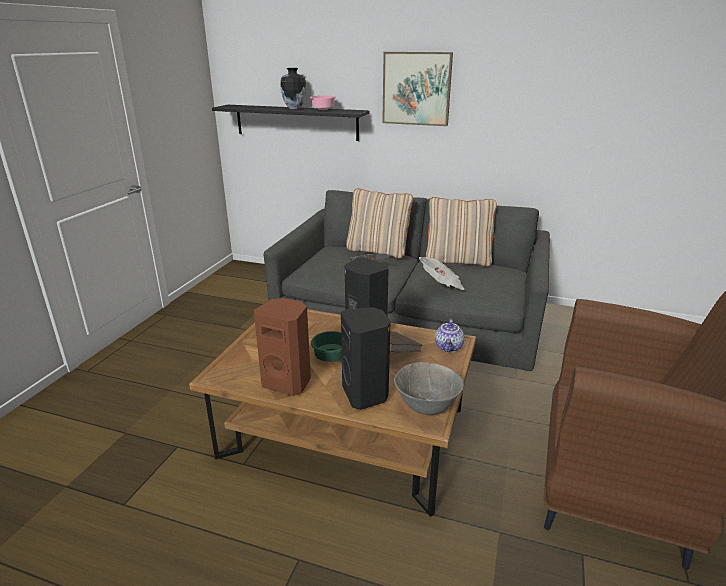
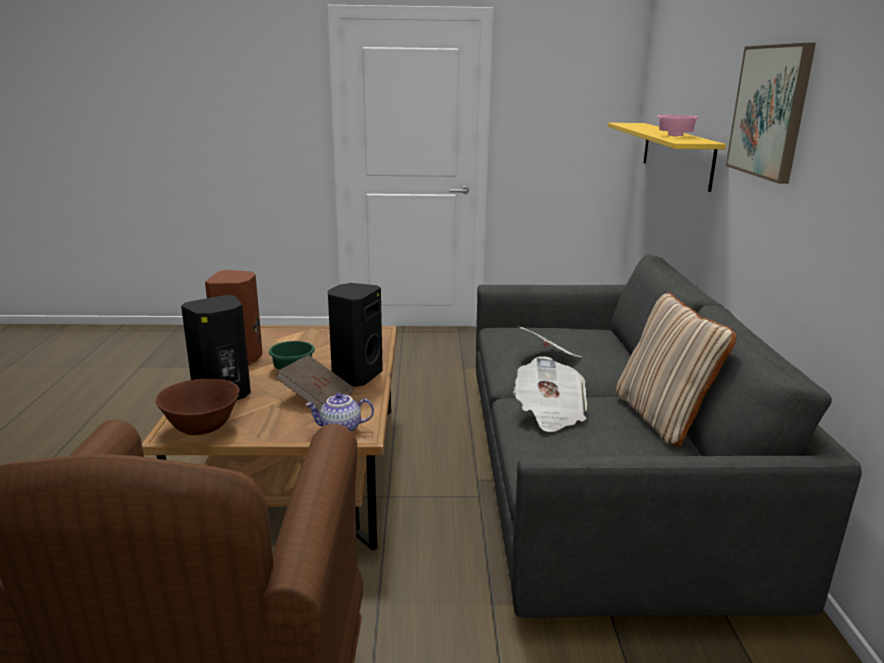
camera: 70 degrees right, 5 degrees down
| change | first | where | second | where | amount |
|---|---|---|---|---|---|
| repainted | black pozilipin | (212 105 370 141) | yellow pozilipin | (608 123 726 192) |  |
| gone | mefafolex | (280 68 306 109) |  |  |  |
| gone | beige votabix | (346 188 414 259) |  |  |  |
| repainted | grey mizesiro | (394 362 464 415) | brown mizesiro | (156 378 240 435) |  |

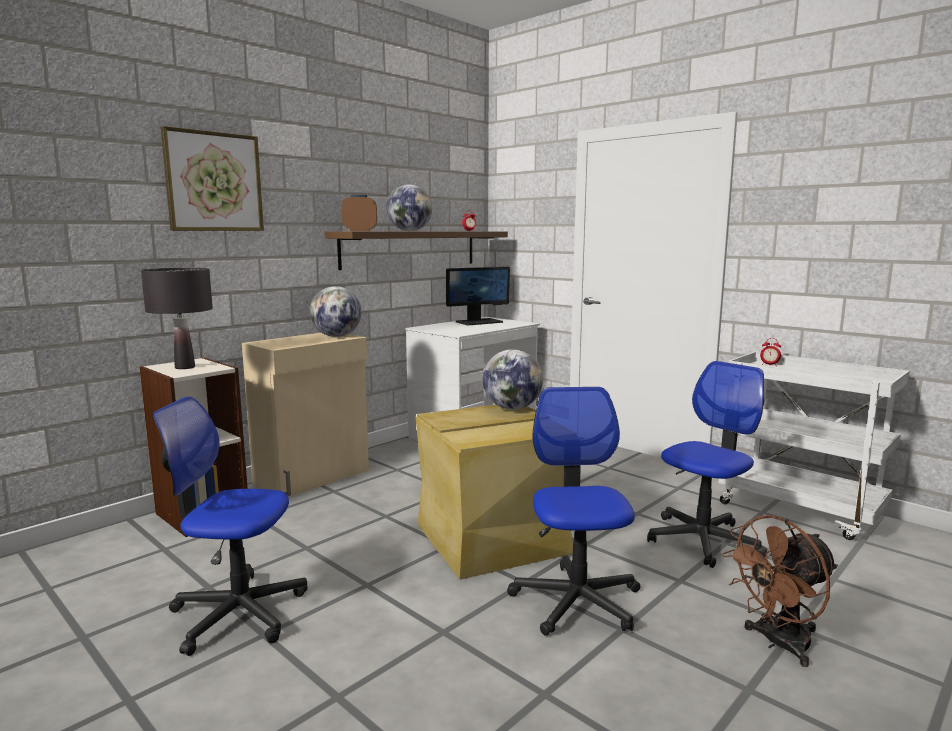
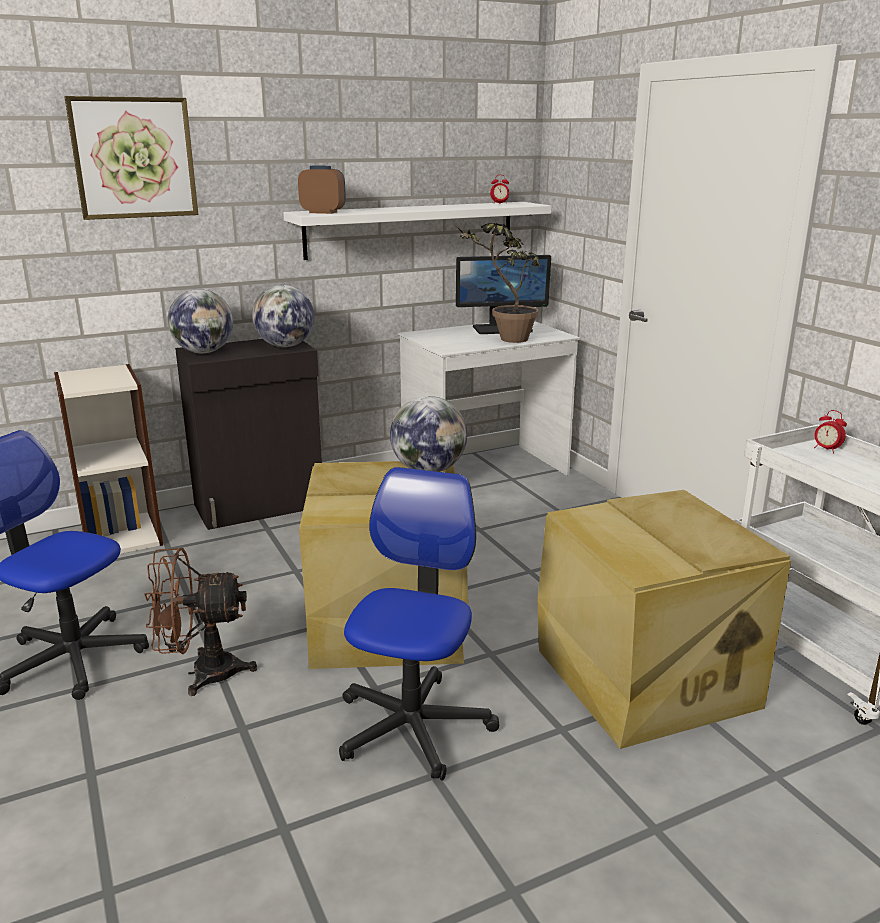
camera: 20 degrees right, 10 degrees up
| change | first | where | second | where | amount |
|---|---|---|---|---|---|
| gone | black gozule | (141 268 213 369) |  |  |  |
| repainted | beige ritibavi | (242 333 369 497) | black ritibavi | (175 339 322 530) |  |
| repainted | brown pozilipin | (325 231 508 270) | white pozilipin | (283 202 552 260) |  |
| shifted | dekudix | (387 184 432 231) |  | (168 289 233 353) |  |
| swapped | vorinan | (647 361 767 568) | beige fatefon | (537 490 791 749) |  |
| shifted | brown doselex | (722 515 838 667) |  | (145 548 257 696) |  |
| new |  |  | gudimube | (456 223 541 343) |  |

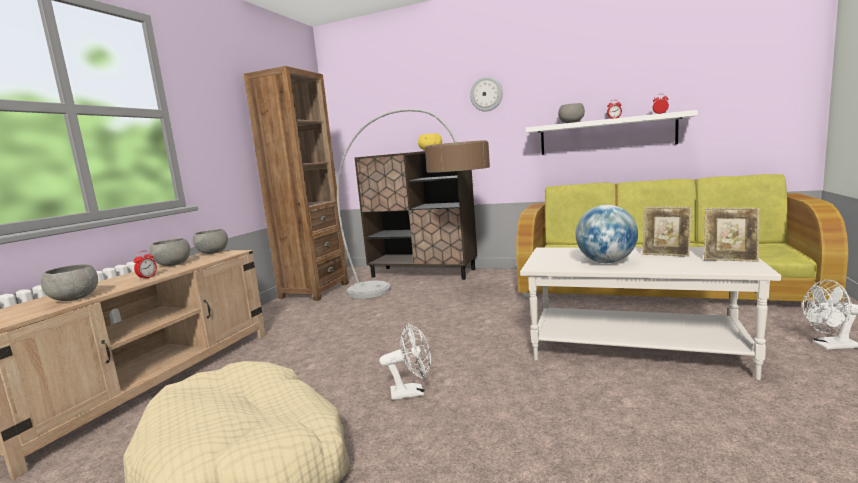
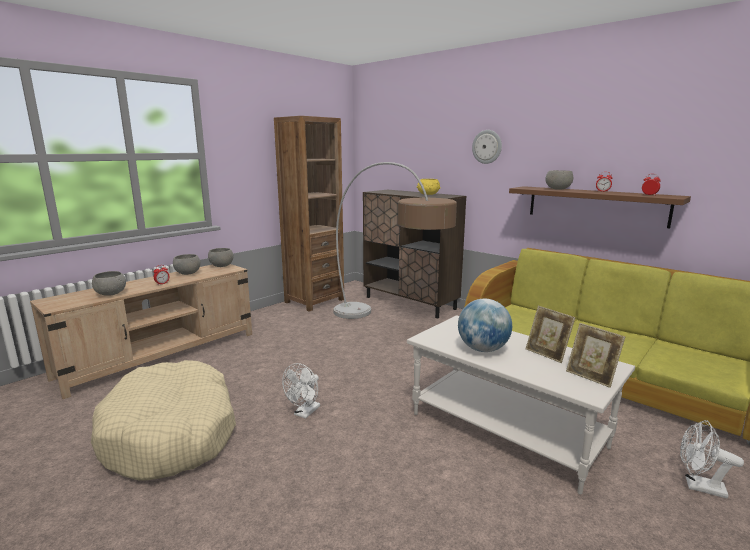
camera: 20 degrees right, 5 degrees up
| change | first | where | second | where | amount |
|---|---|---|---|---|---|
| rotated | white doselex | (379 324 431 400) |  | (282 363 320 419) | 105 degrees clockwise |
| repainted | white pozilipin | (526 110 698 155) | brown pozilipin | (509 186 691 228) |  |

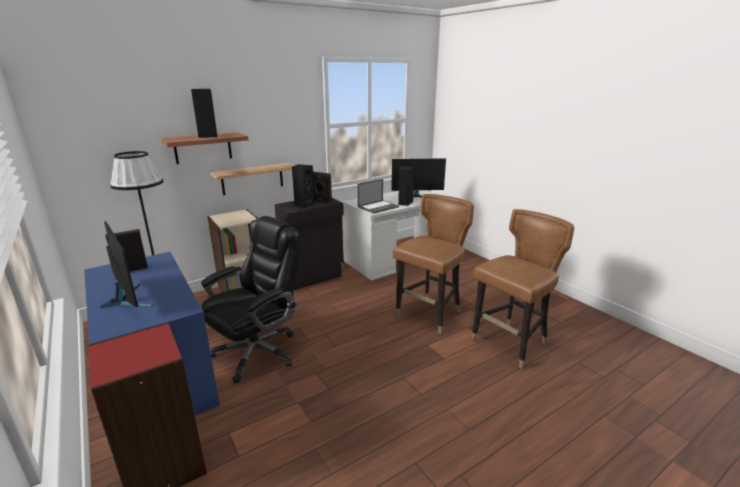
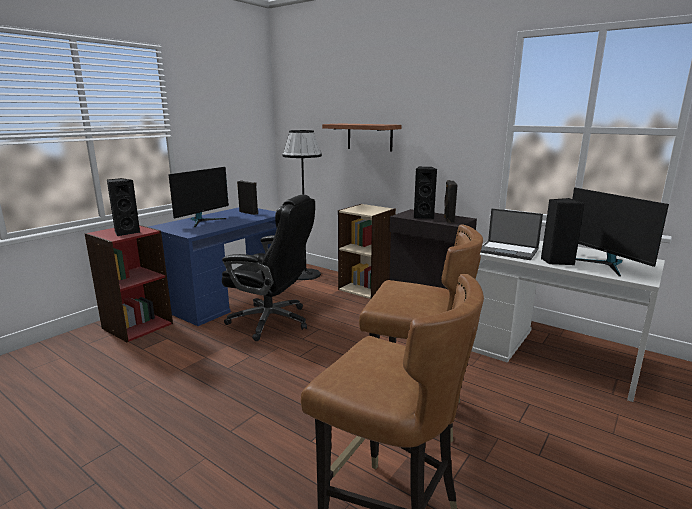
camera: 70 degrees right, 5 degrees down
| change | first | where | second | where | amount |
|---|---|---|---|---|---|
| shifted | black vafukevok | (191 89 217 138) |  | (107 178 140 236) |  |
| gone | pozilipin | (210 163 295 195) |  |  |  |

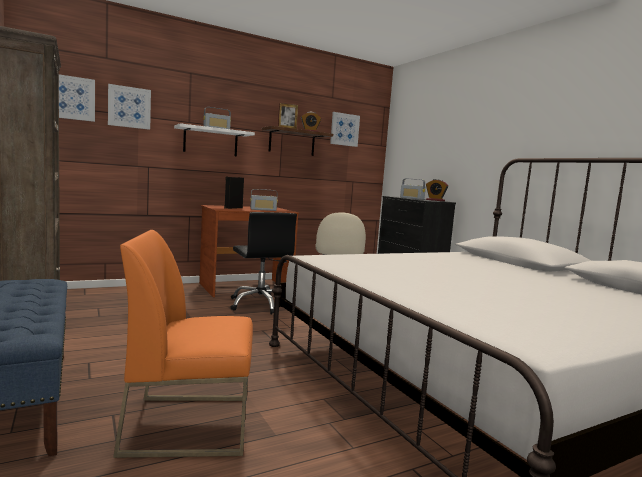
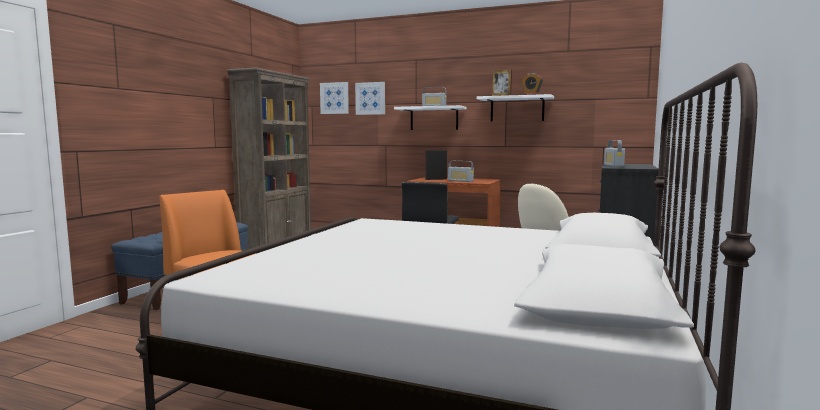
camera: 50 degrees right, 0 degrees up
| change | first | where | second | where | amount |
|---|---|---|---|---|---|
| repainted | brown pozilipin | (262 126 333 156) | white pozilipin | (477 94 554 122) |  |
| gone | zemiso | (330 112 360 147) |  |  |  |
| gone | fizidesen | (426 179 448 201) |  |  |  |

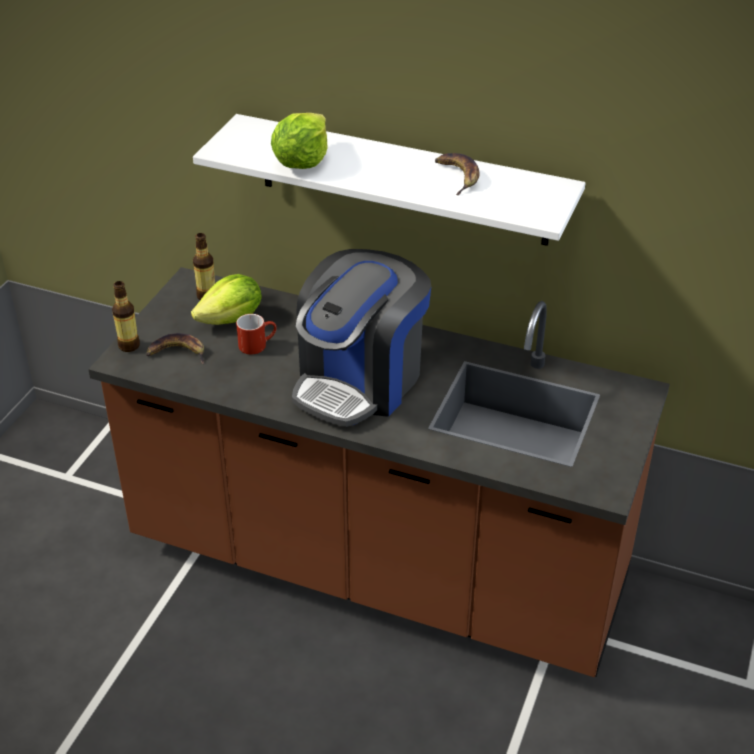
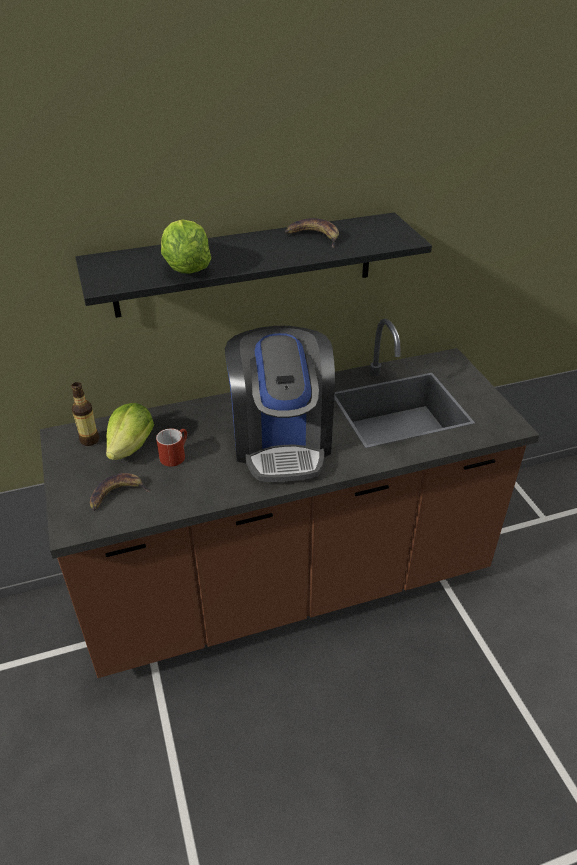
camera: 40 degrees left, 0 degrees up
| change | first | where | second | where | amount |
|---|---|---|---|---|---|
| gone | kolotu | (112 281 140 352) |  |  |  |
| repainted | white pozilipin | (193 114 586 246) | black pozilipin | (75 212 432 318) |  |

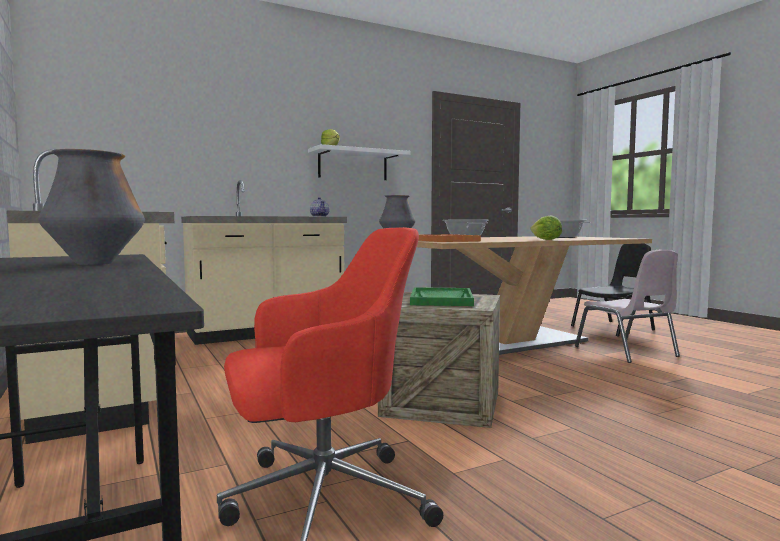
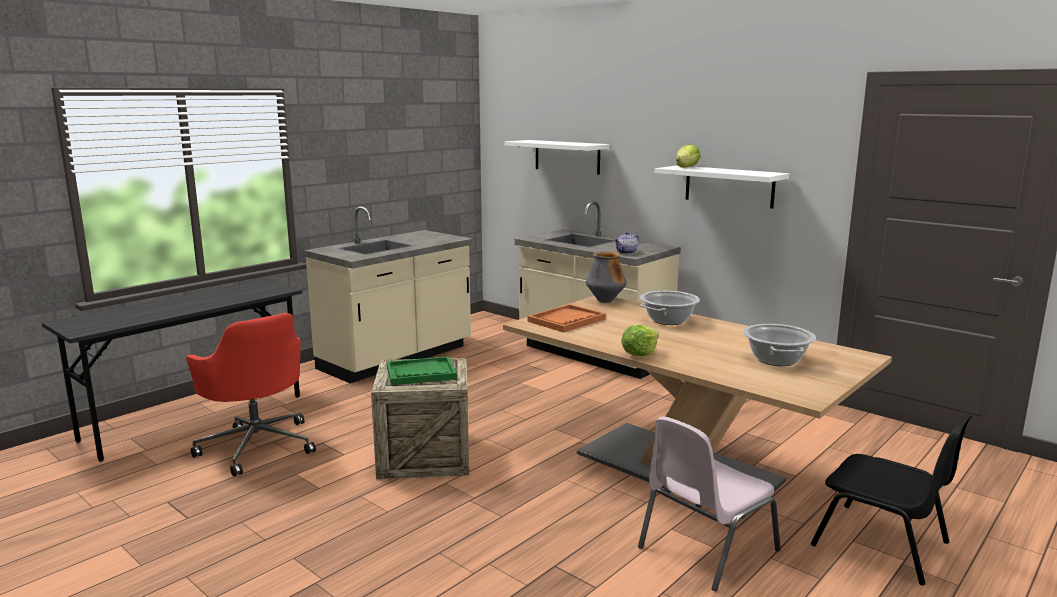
camera: 70 degrees right, 10 degrees up
| change | first | where | second | where | amount |
|---|---|---|---|---|---|
| gone | mefafolex | (38 149 145 265) |  |  |  |
| new |  |  | white pozilipin | (504 140 610 175) |  |

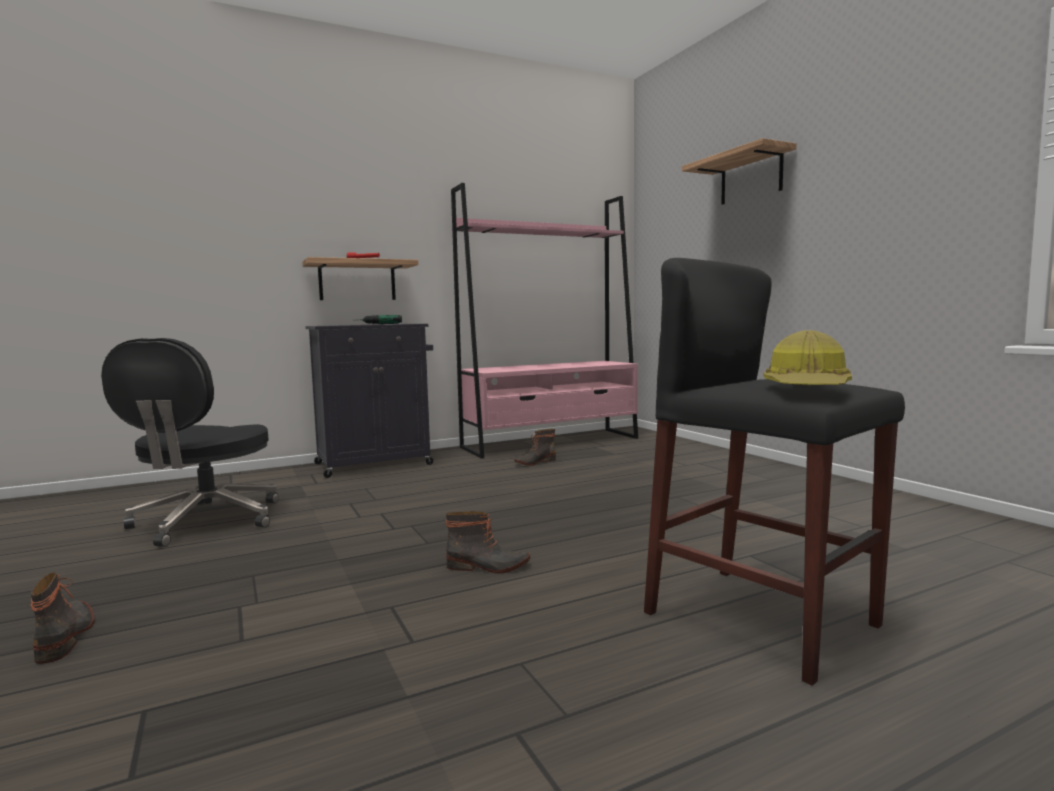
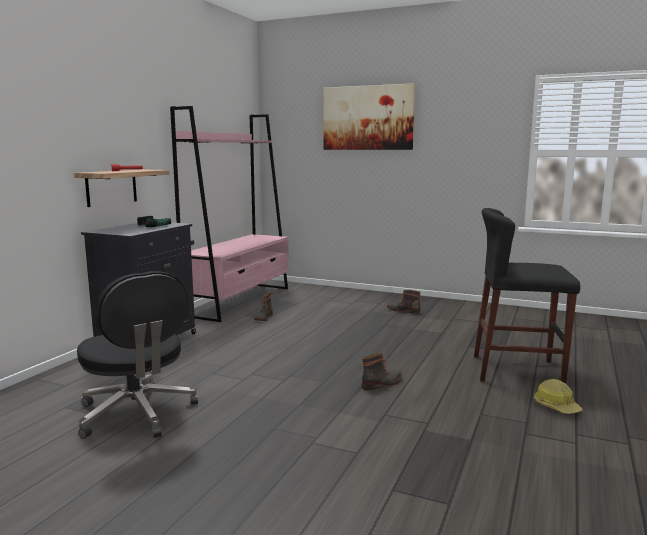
camera: 40 degrees left, 5 degrees up
| change | first | where | second | where | amount |
|---|---|---|---|---|---|
| shifted | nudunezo | (31 573 95 664) |  | (387 290 421 314) |  |
| swapped | pozilipin | (682 138 797 205) | zemiso | (323 83 415 150) |  |
| shifted | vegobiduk | (763 330 852 385) |  | (534 379 582 414) |  |

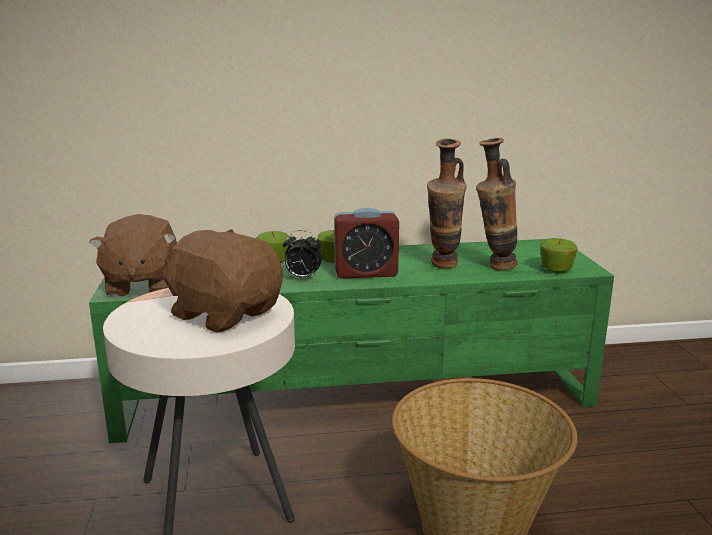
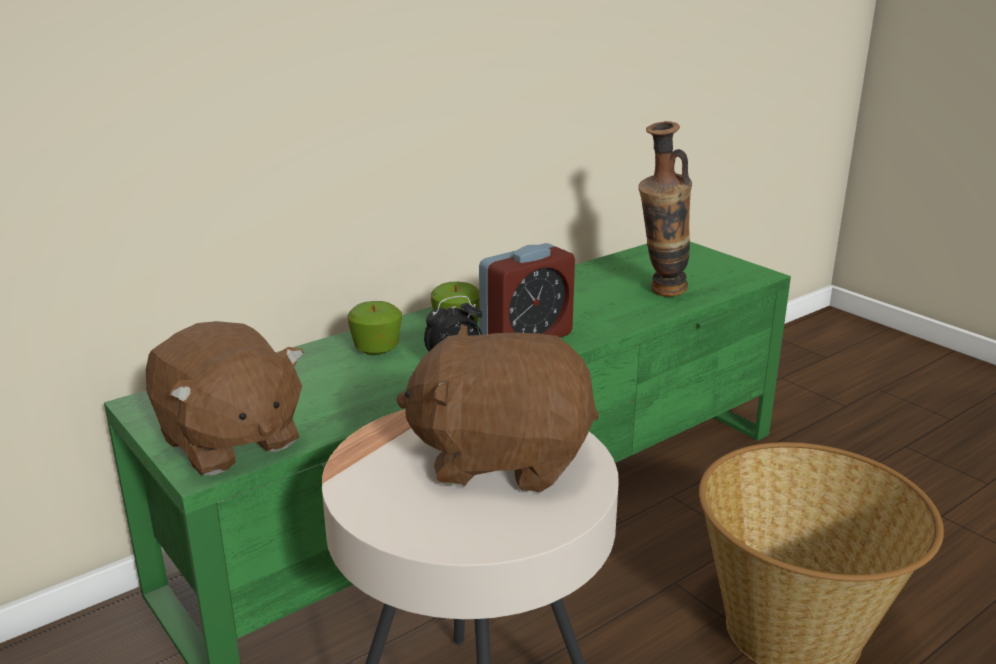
camera: 30 degrees left, 5 degrees up
| change | first | where | second | where | amount |
|---|---|---|---|---|---|
| gone | mefafolex | (427 139 467 269) |  |  |  |
| gone | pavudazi | (540 238 578 273) |  |  |  |

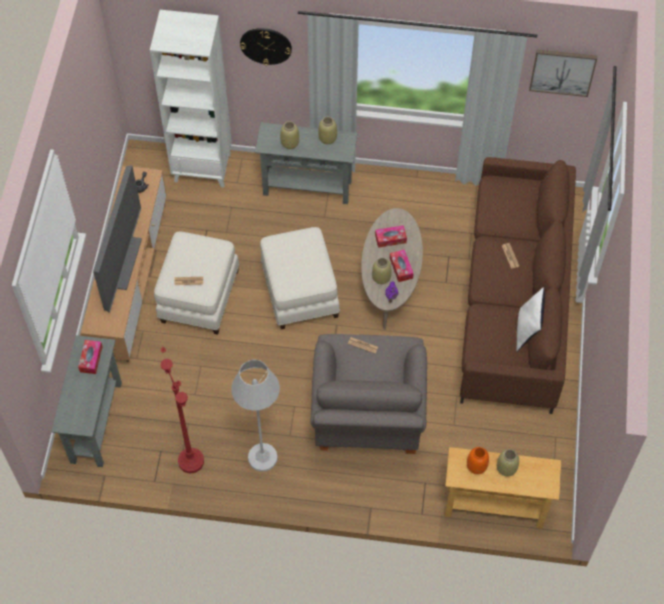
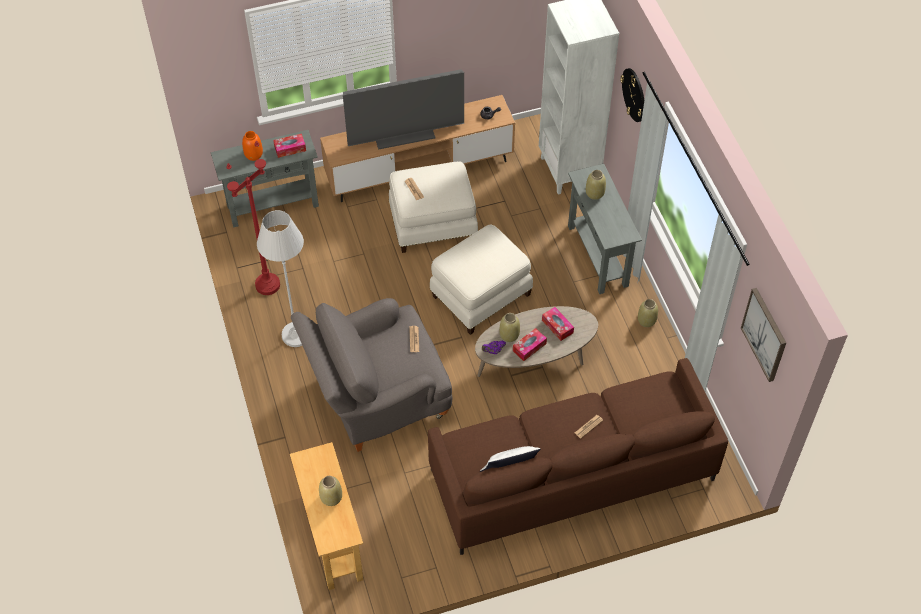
camera: 65 degrees right, 5 degrees down
| change | first | where | second | where | amount |
|---|---|---|---|---|---|
| shifted | beige mefafolex | (318 116 337 145) |  | (638 299 658 327) |  |
| shifted | orange mefafolex | (467 447 489 474) |  | (242 131 263 161) |  |

